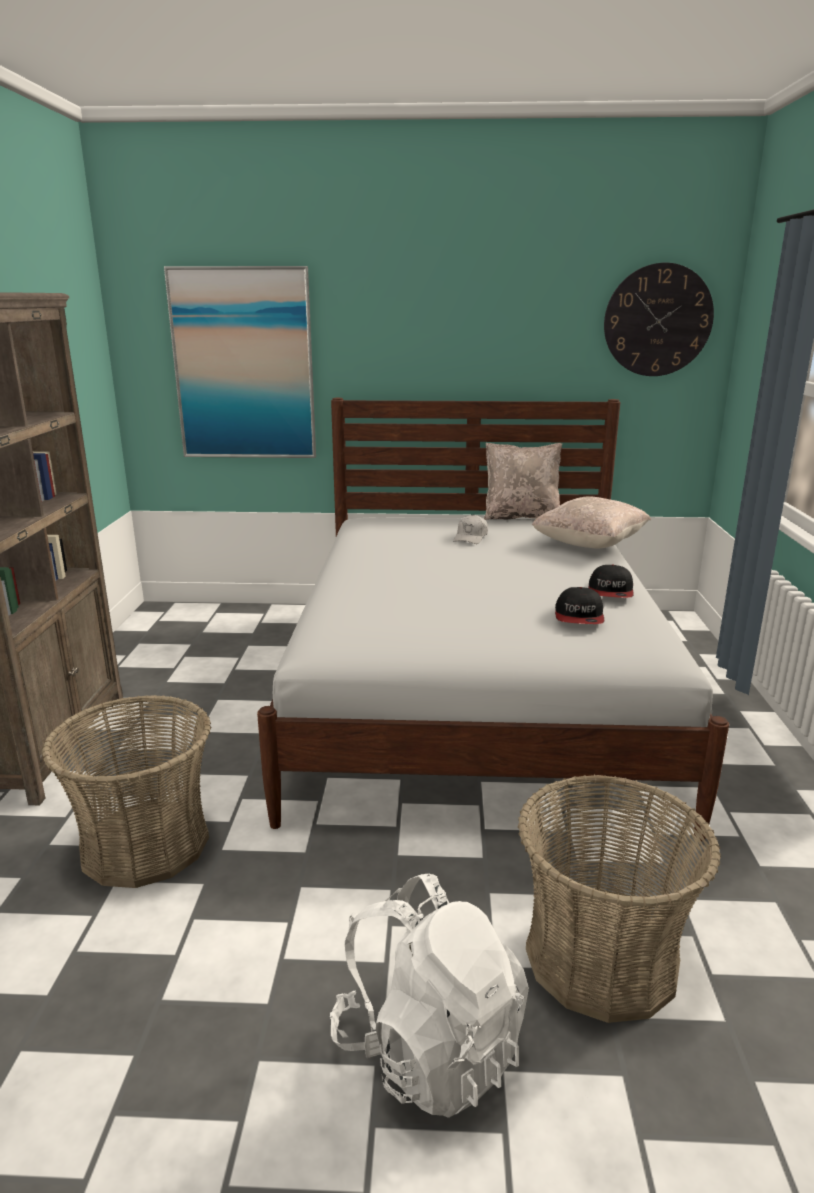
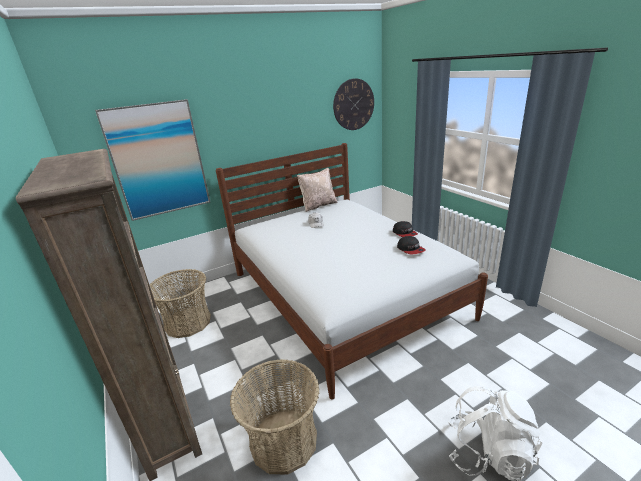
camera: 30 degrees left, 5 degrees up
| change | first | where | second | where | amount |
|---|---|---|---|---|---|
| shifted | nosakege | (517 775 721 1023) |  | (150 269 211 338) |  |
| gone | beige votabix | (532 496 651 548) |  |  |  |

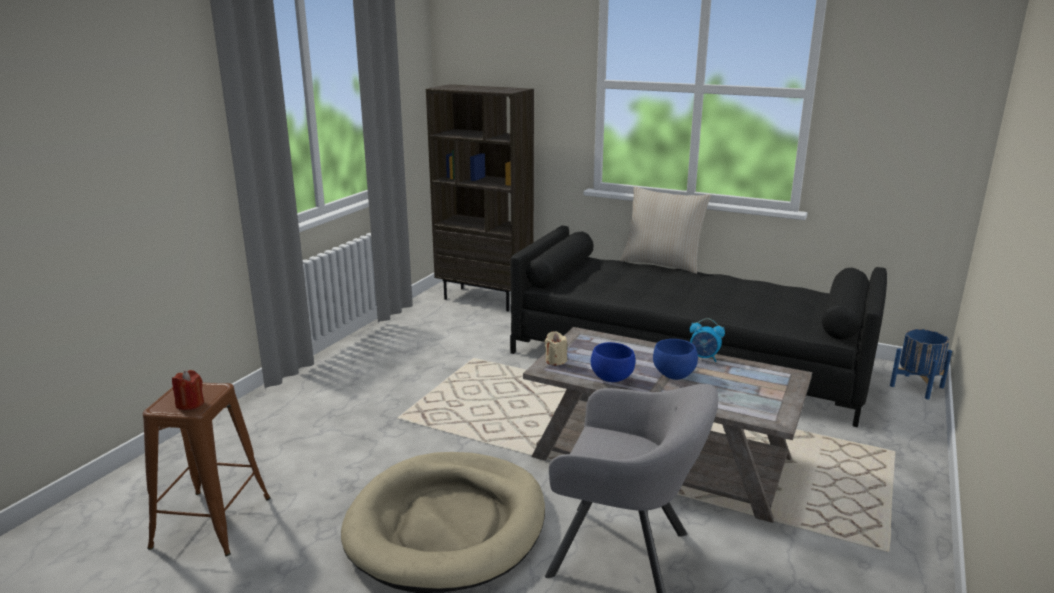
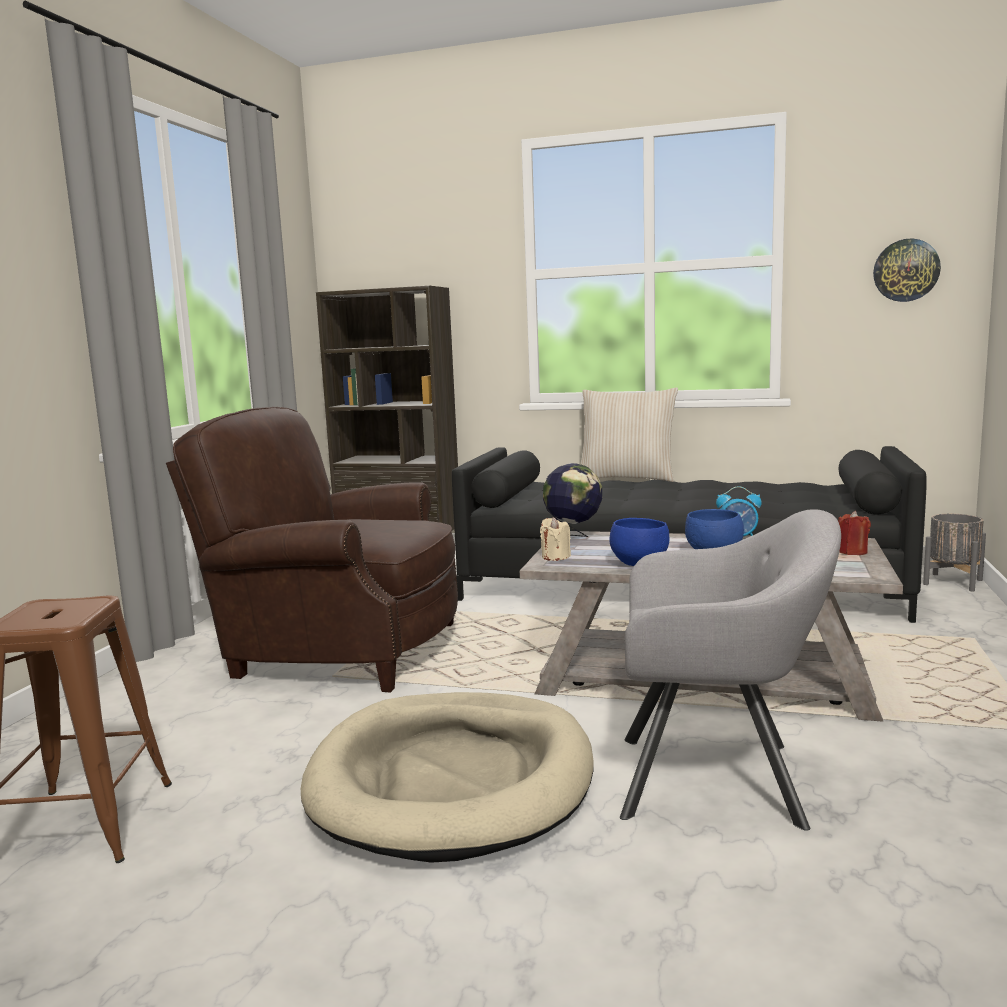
camera: 10 degrees left, 10 degrees down
| change | first | where | second | where | amount |
|---|---|---|---|---|---|
| shifted | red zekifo | (172 370 204 410) |  | (838 511 871 555) |  |
| repainted | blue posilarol | (890 329 952 399) | grey posilarol | (923 514 986 591) |  |
| new |  |  | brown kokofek | (166 407 458 693) |  |
| new |  |  | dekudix | (543 463 602 537) |  |
| new |  |  | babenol | (873 239 941 302) |  |

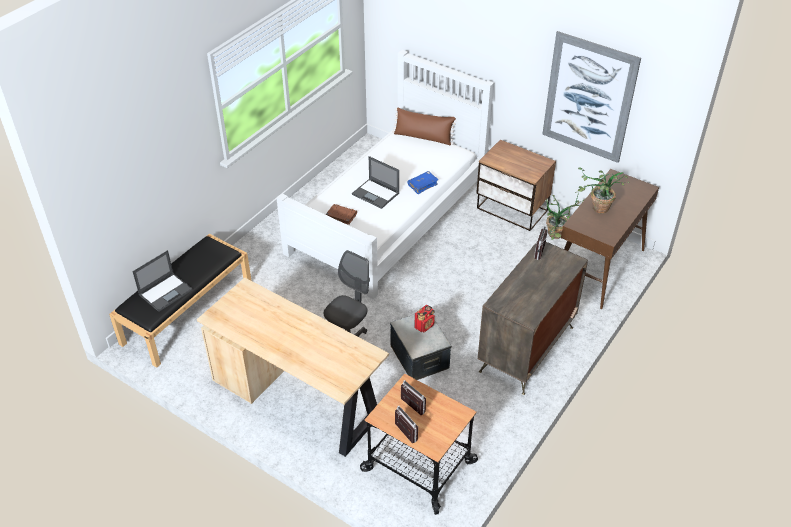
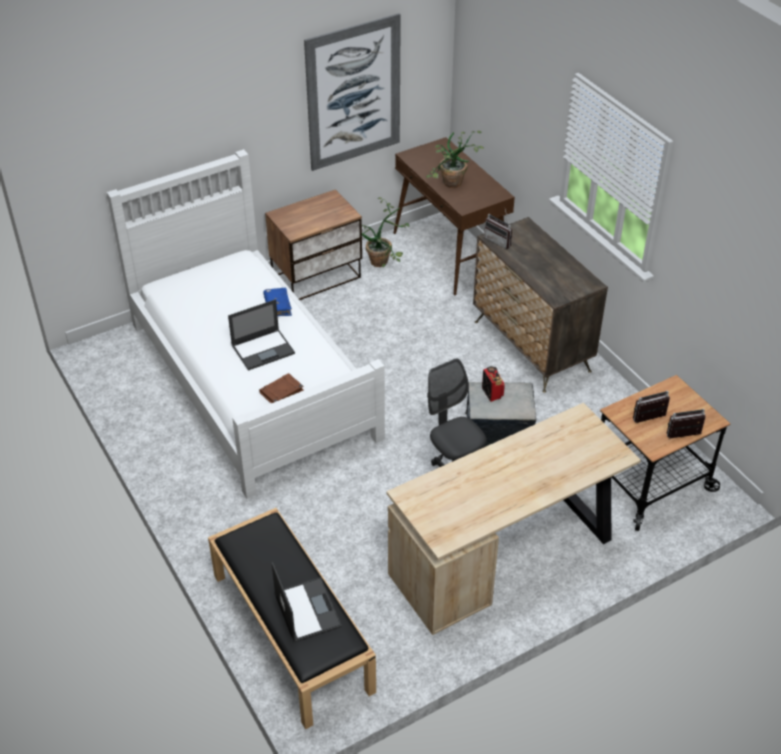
camera: 65 degrees left, 0 degrees up
| change | first | where | second | where | amount |
|---|---|---|---|---|---|
| gone | brown votabix | (392 108 457 146) |  |  |  |

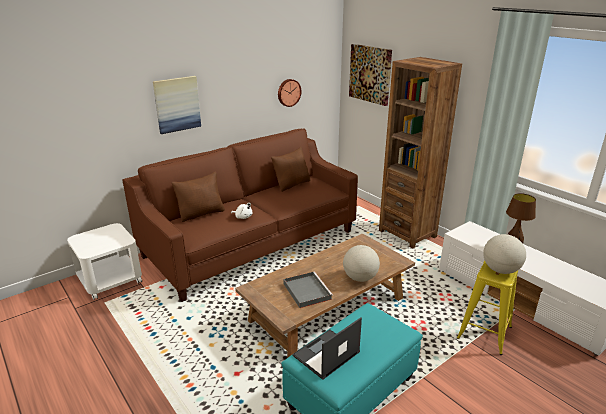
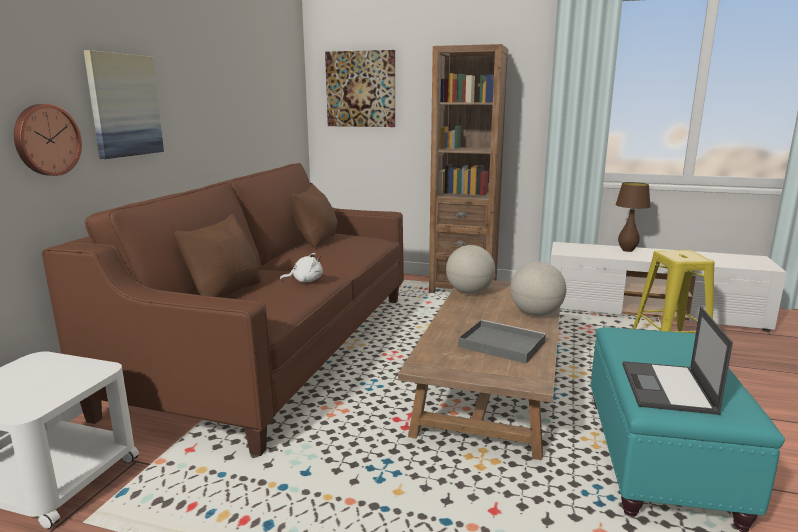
camera: 35 degrees left, 10 degrees down
| change | first | where | second | where | amount |
|---|---|---|---|---|---|
| shifted | babenol | (278 79 301 107) |  | (14 104 82 176) |  |
| shifted | dekudix | (483 234 526 274) |  | (446 245 495 294) |  |

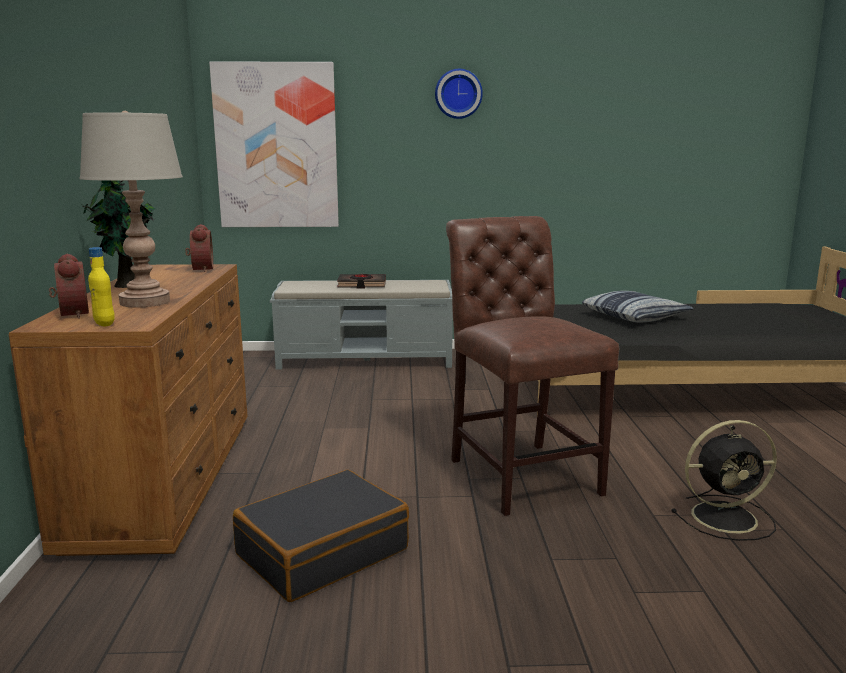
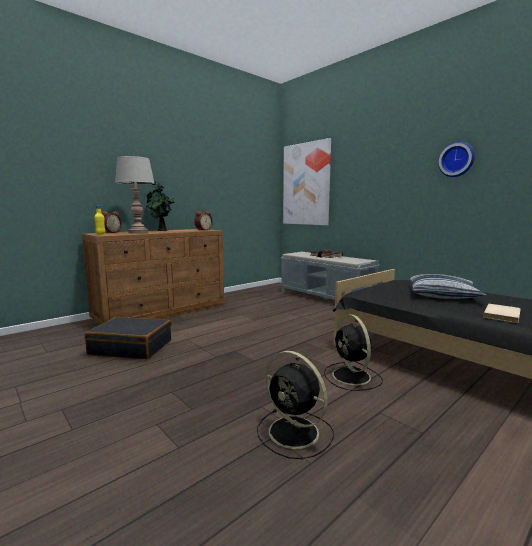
camera: 50 degrees right, 5 degrees down
| change | first | where | second | where | amount |
|---|---|---|---|---|---|
| shifted | babenol | (435 69 483 119) |  | (438 142 475 177) |  |
| gone | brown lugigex | (446 216 619 516) |  |  |  |
| new |  |  | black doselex | (324 314 383 391) |  |
| new |  |  | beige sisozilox | (483 304 521 323) |  |

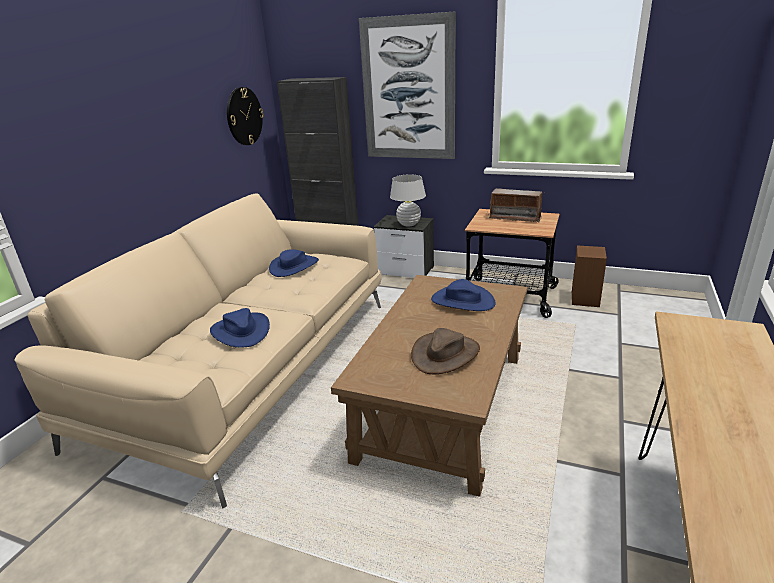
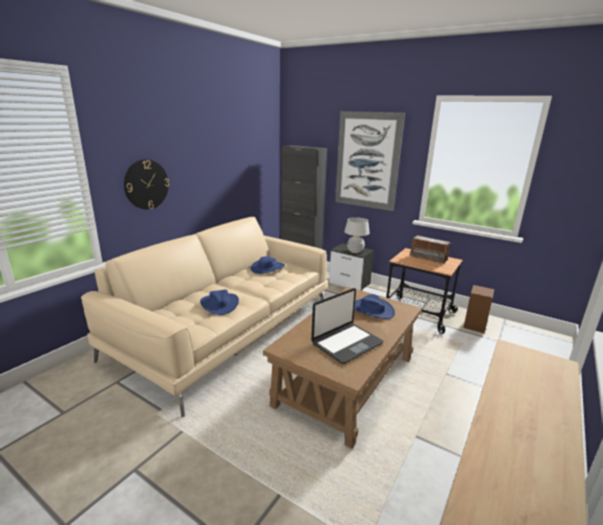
camera: 10 degrees right, 5 degrees down
| change | first | where | second | where | amount |
|---|---|---|---|---|---|
| shifted | babenol | (227 87 264 145) |  | (124 159 169 210) |  |
| swapped | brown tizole | (411 328 480 374) | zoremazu | (311 288 384 364) |  |

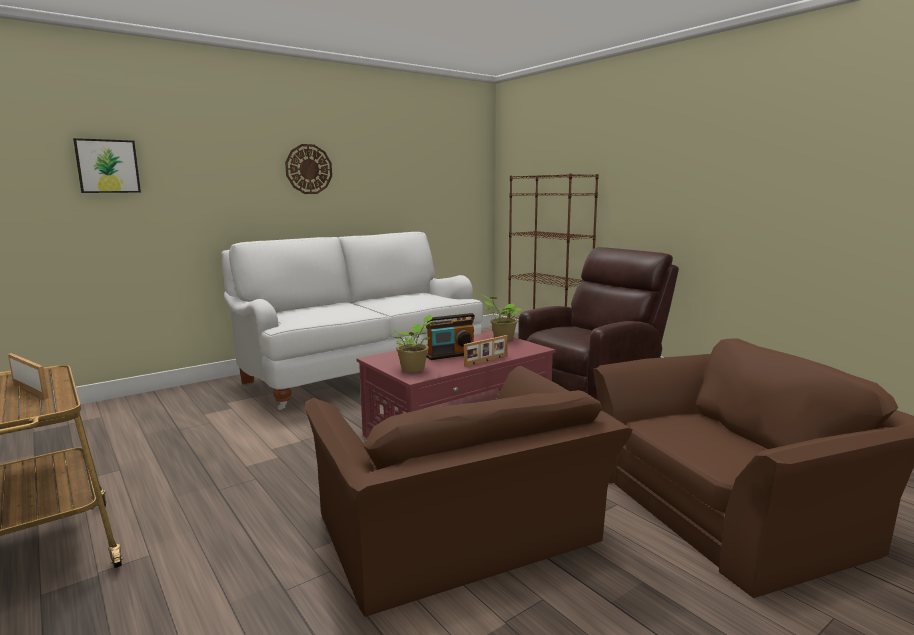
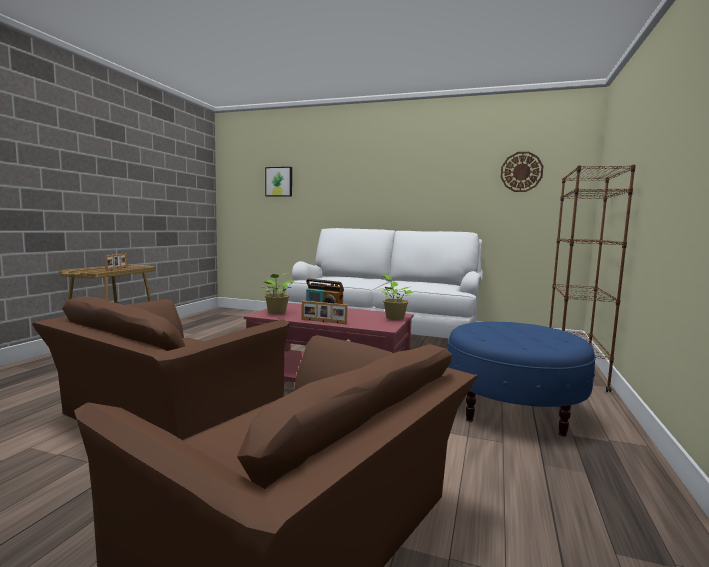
camera: 55 degrees right, 5 degrees down
| change | first | where | second | where | amount |
|---|---|---|---|---|---|
| shifted | babenol | (285 144 332 194) |  | (501 152 543 192) |  |
| swapped | brown kokofek | (518 247 679 400) | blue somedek | (448 322 596 437) |  |

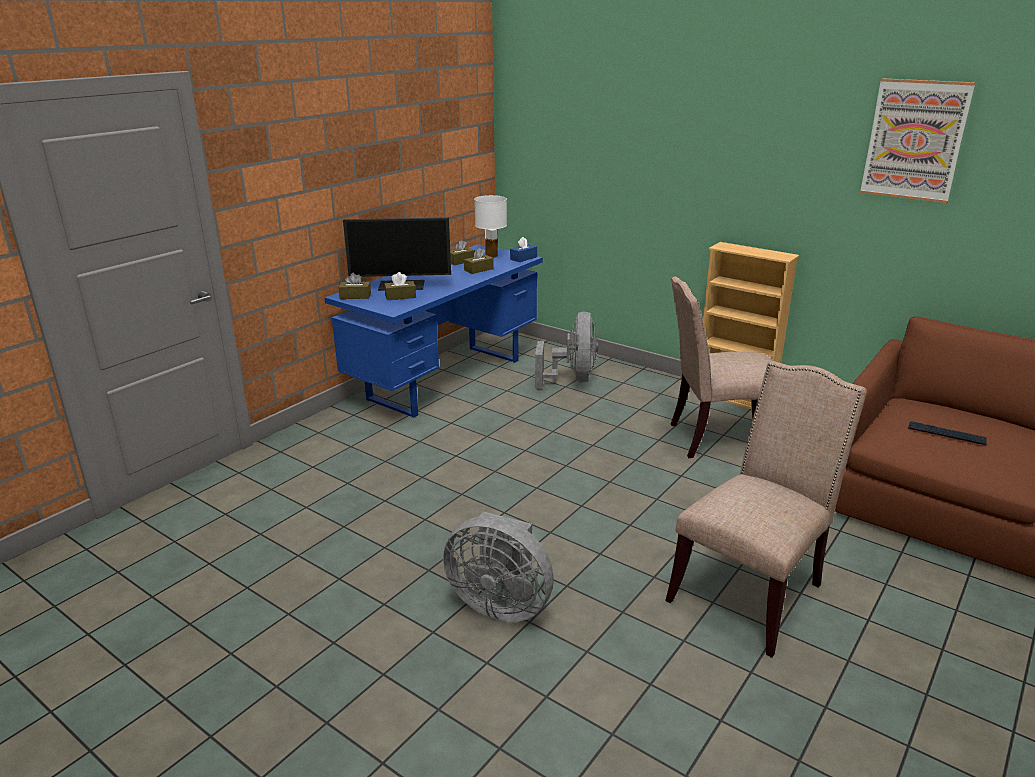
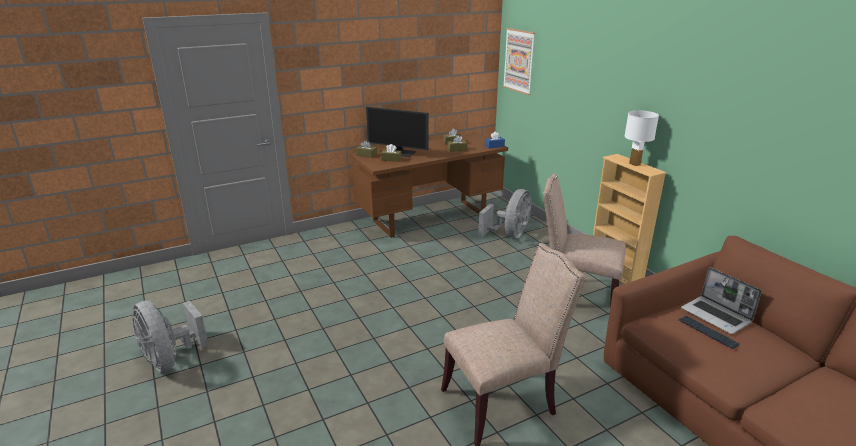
camera: 25 degrees right, 0 degrees up
| change | first | where | second | where | amount |
|---|---|---|---|---|---|
| repainted | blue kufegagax | (324 244 543 418) | brown kufegagax | (350 133 508 238) |  |
| shifted | grey doselex | (443 511 554 622) |  | (132 301 208 372) |  |
| shifted | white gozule | (474 195 507 258) |  | (624 110 659 166) |  |
| shifted | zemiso | (860 78 975 203) |  | (503 28 535 95) |  |
| new |  |  | zoremazu | (681 267 762 334) |  |

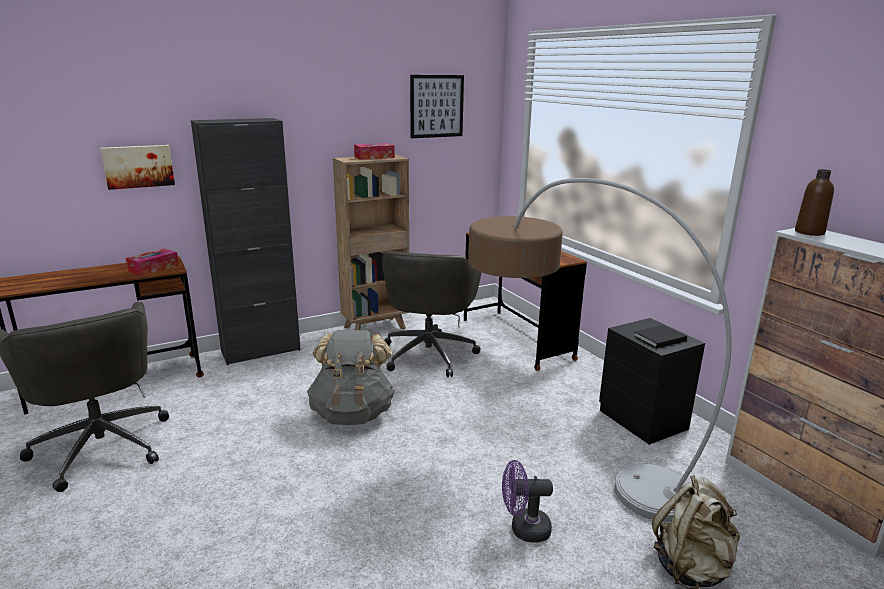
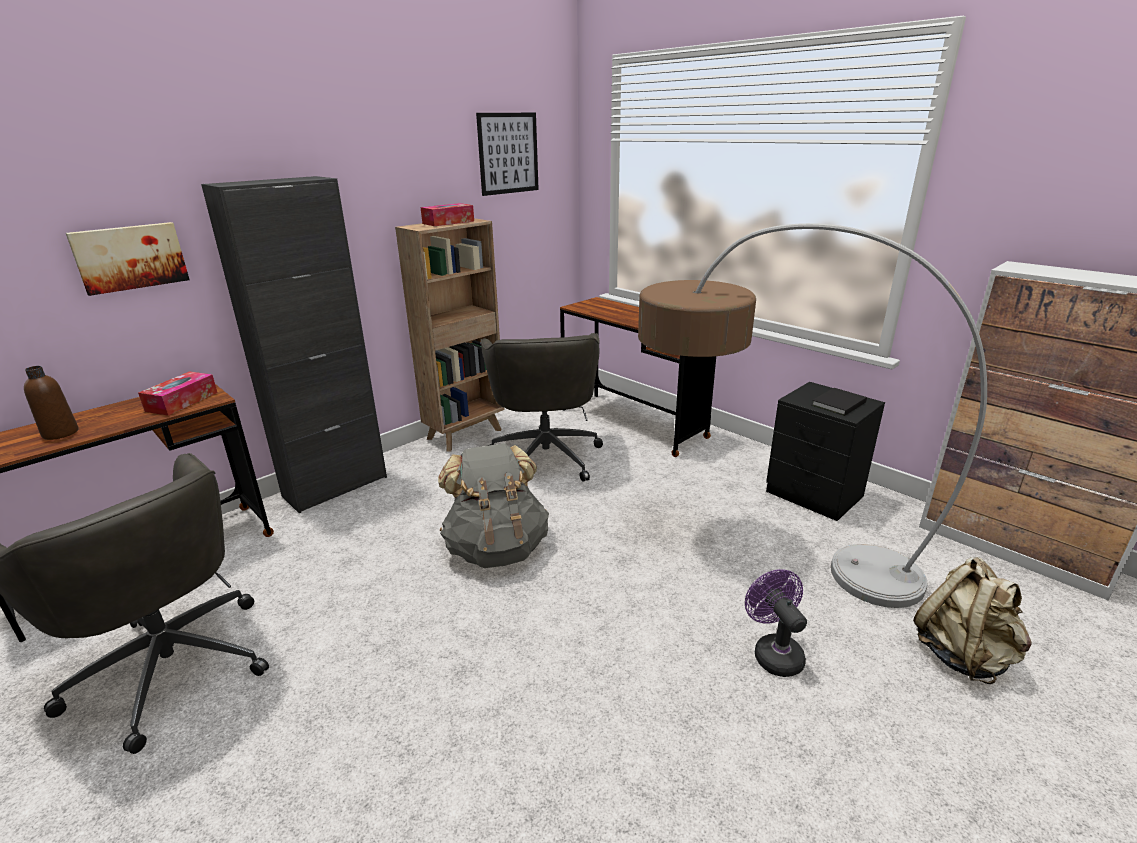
camera: 15 degrees left, 5 degrees up
| change | first | where | second | where | amount |
|---|---|---|---|---|---|
| rotated | purple doselex | (502 460 553 543) |  | (745 569 807 677) | 90 degrees clockwise |
| shifted | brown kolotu | (795 169 834 236) |  | (24 366 78 440) |  |

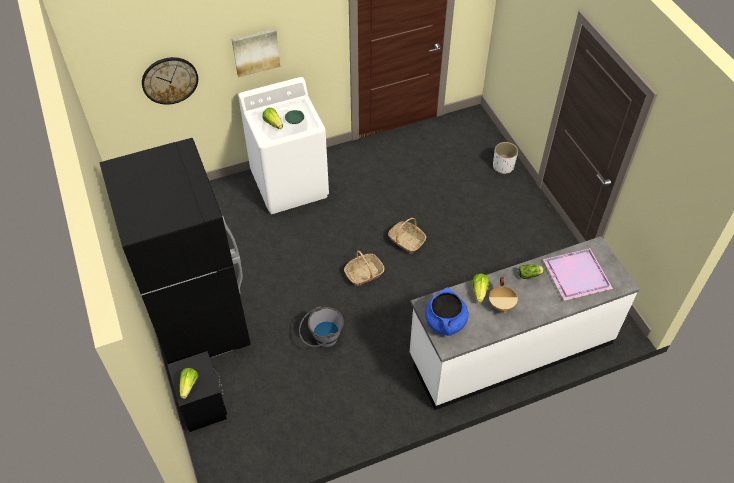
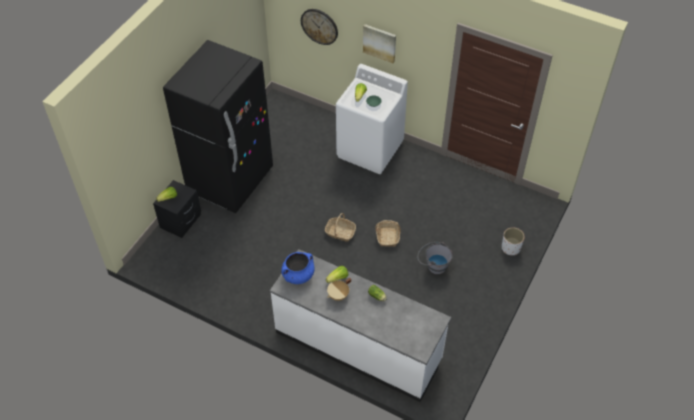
camera: 50 degrees right, 0 degrees up
| change | first | where | second | where | amount |
|---|---|---|---|---|---|
| shifted | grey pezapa | (299 307 344 347) |  | (417 242 453 274) |  |
| gone | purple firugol | (543 248 613 301) |  |  |  |

